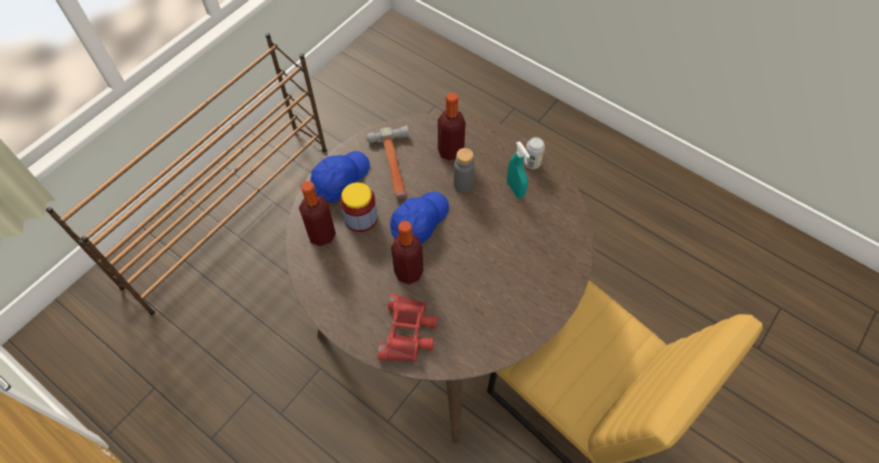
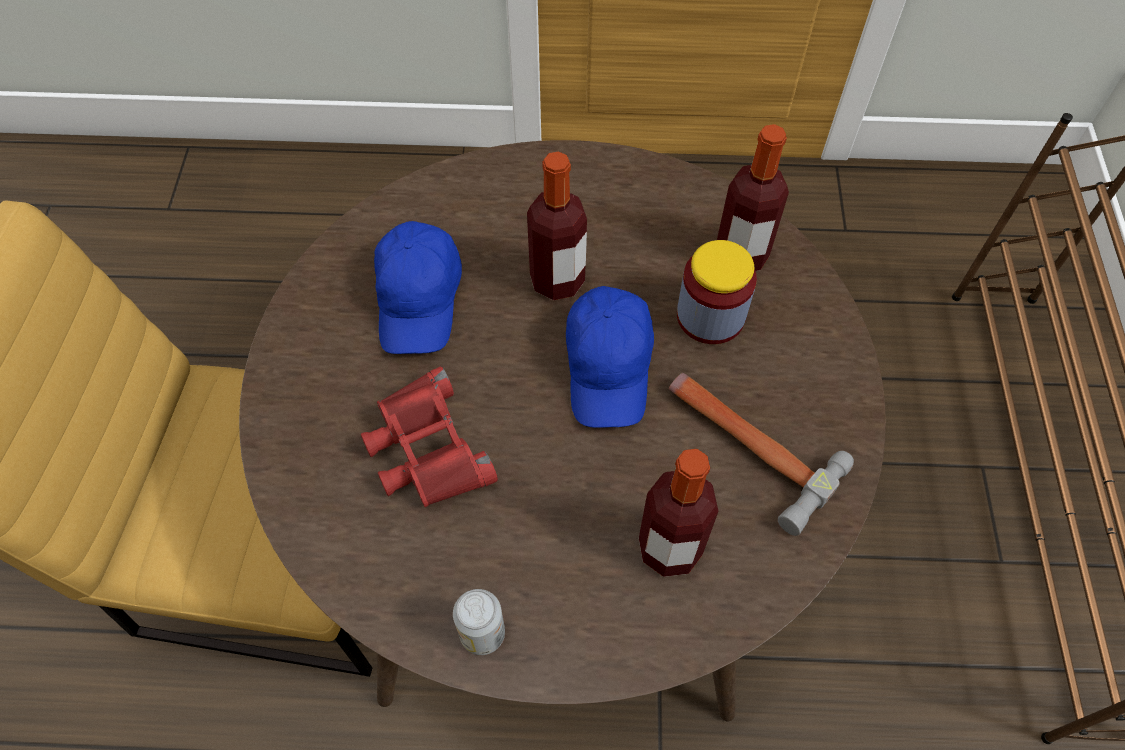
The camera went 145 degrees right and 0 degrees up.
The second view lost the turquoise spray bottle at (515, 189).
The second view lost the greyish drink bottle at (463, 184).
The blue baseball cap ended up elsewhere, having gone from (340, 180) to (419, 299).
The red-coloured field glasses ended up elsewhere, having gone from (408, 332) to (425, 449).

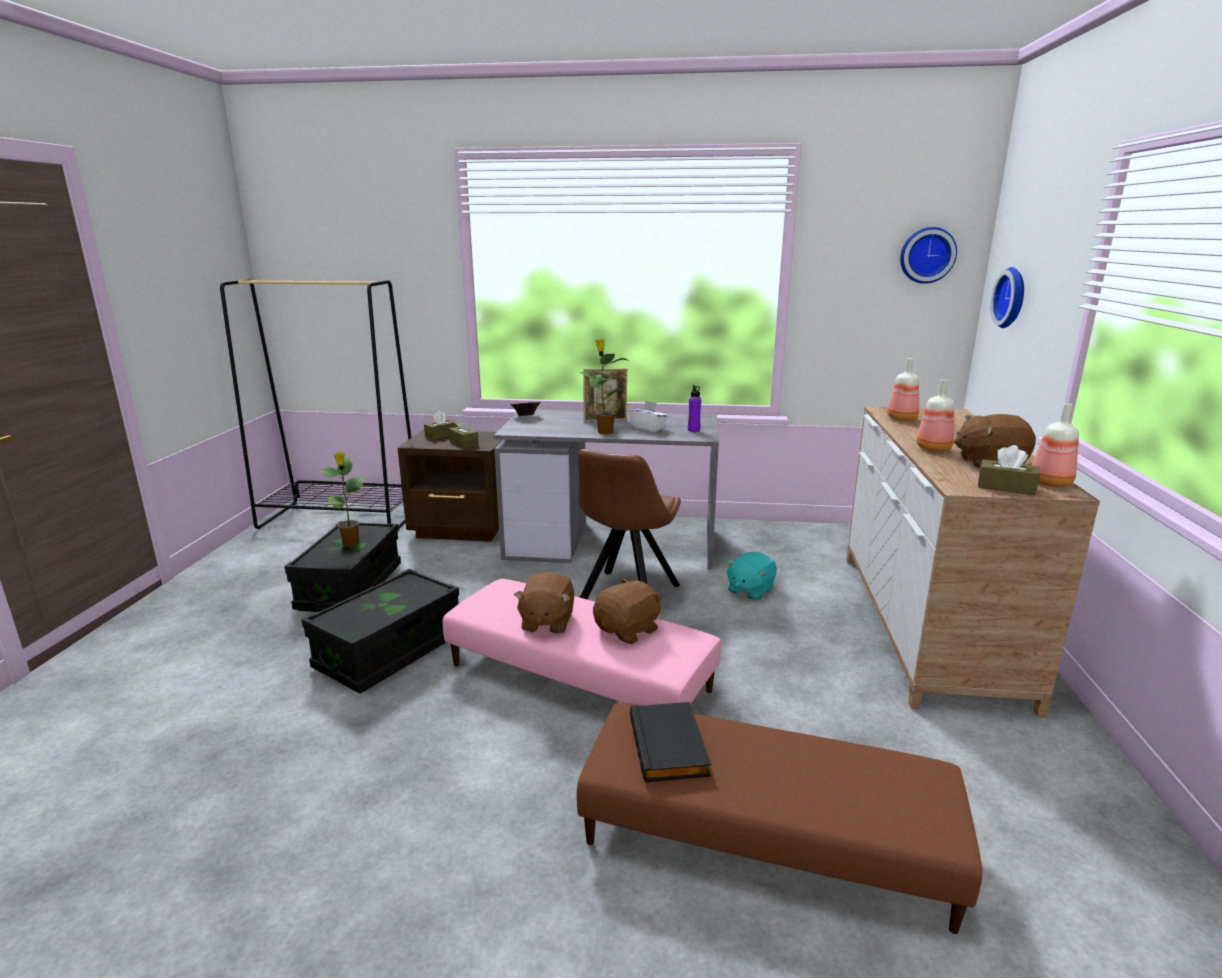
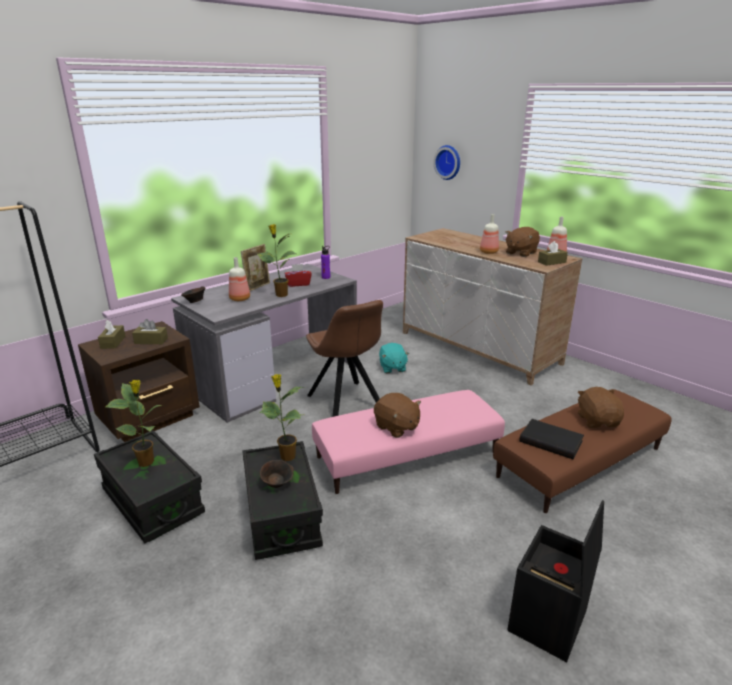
The camera went 50 degrees left and 5 degrees up.
The second view lost the hanging clock at (926, 255).
The drink bottle ended up elsewhere, having gone from (902, 418) to (239, 299).
What was the white tissue holder at (648, 428) turned into the red-coloured tissue holder at (298, 284).
The brown cuddly toy ended up elsewhere, having gone from (628, 630) to (597, 421).
The second view gained the potted plant at (286, 456).
The second view gained the brown bowl at (277, 484).
The second view gained the black storage container at (548, 622).

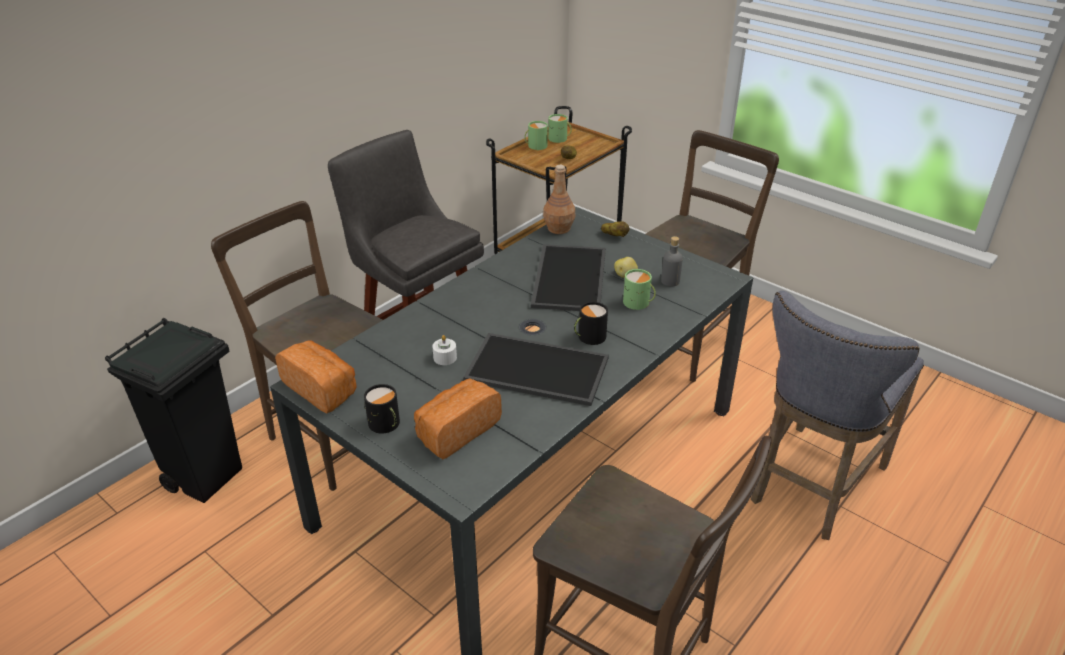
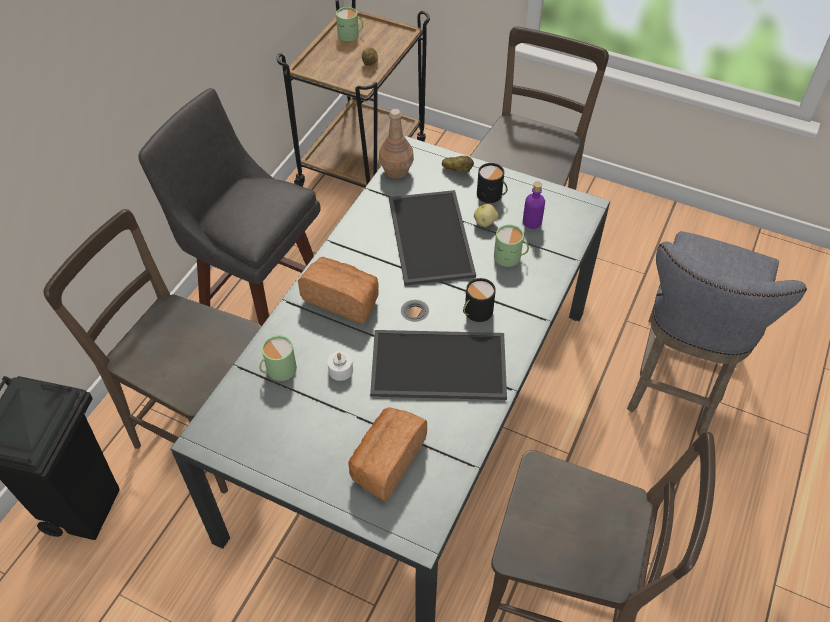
The camera went 15 degrees left and 15 degrees up.
The greenish tea mug ended up elsewhere, having gone from (535, 146) to (278, 370).
What was the greyish drink bottle at (670, 281) turned into the purplish drink bottle at (532, 222).
The bakery bread ended up elsewhere, having gone from (322, 389) to (343, 299).
The black tea mug ended up elsewhere, having gone from (385, 424) to (491, 195).

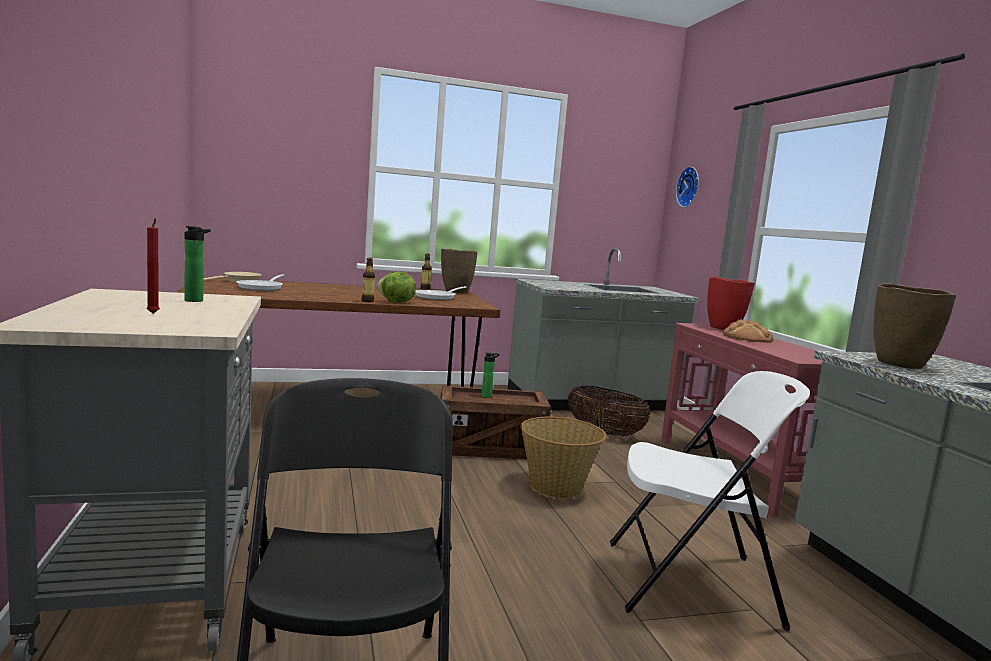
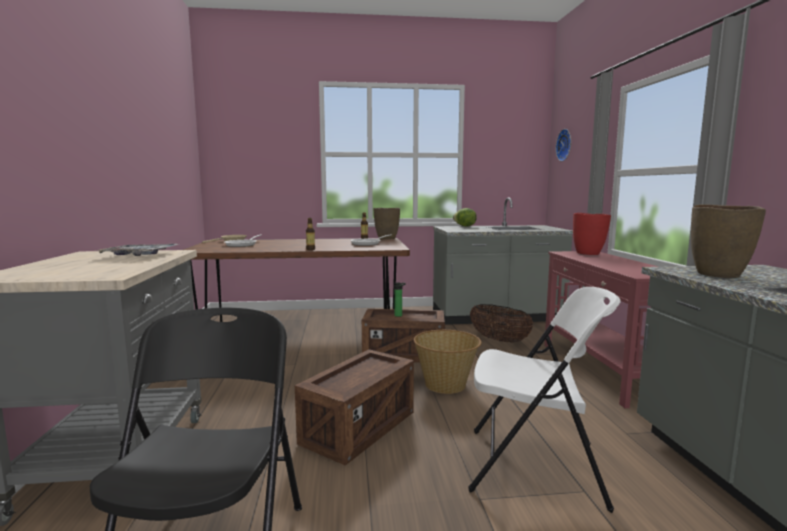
The camera went 10 degrees right and 0 degrees up.
The second view lost the red-coloured candle at (153, 314).
Where the drink bottle stood at (196, 301), the carrying tray came to stand at (140, 255).
The head of lettuce ended up elsewhere, having gone from (395, 302) to (464, 226).
The second view lost the bakery bread at (747, 337).
The second view gained the packing crate at (359, 428).

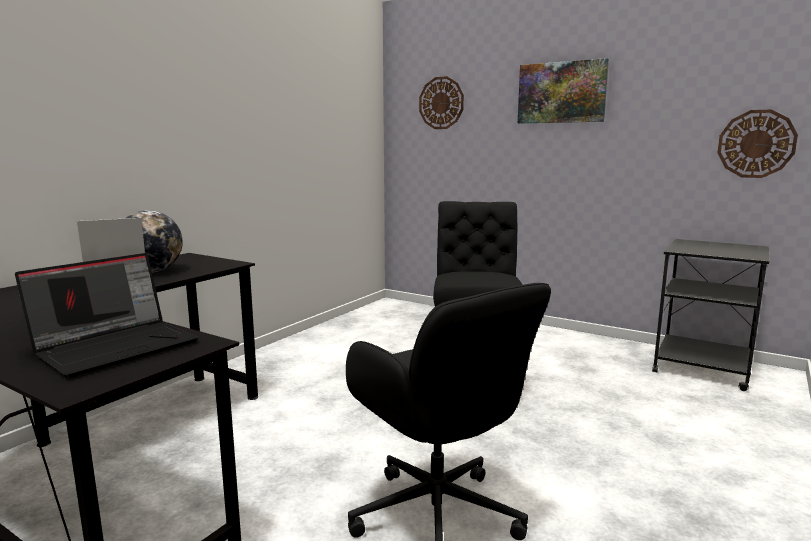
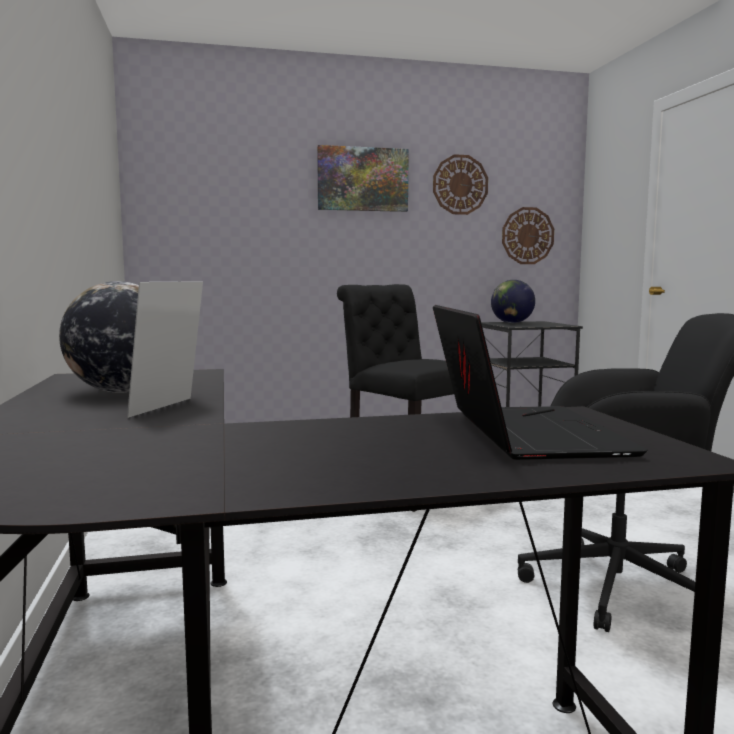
The camera went 45 degrees left and 5 degrees down.
The hanging clock ended up elsewhere, having gone from (441, 103) to (460, 185).
The second view gained the world globe at (512, 323).

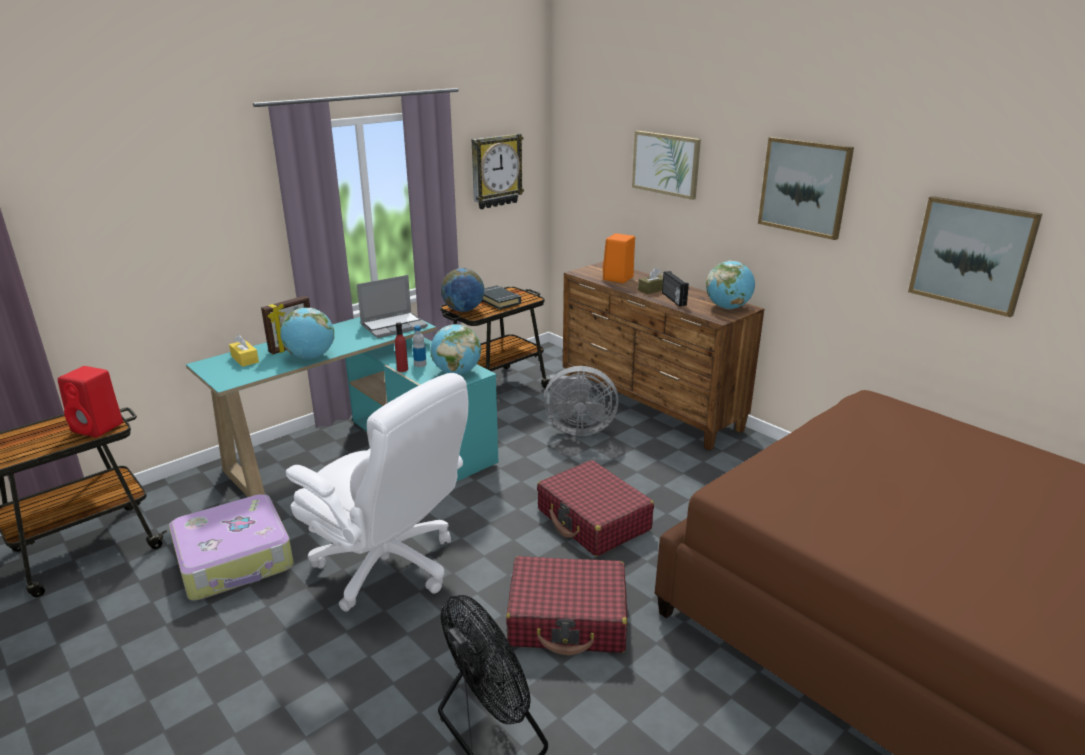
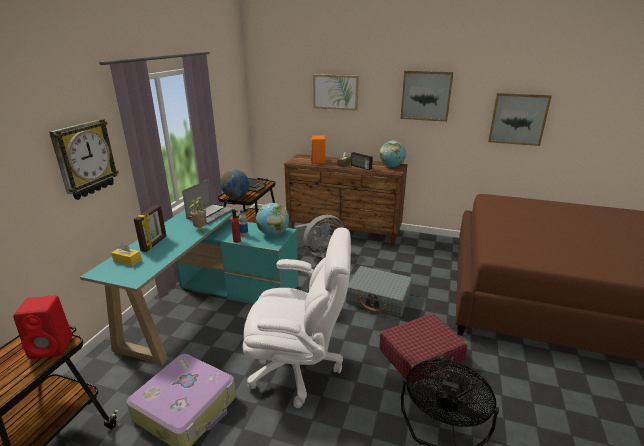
The camera went 30 degrees left and 0 degrees up.
The hanging clock ended up elsewhere, having gone from (496, 171) to (84, 159).
The second view lost the world globe at (311, 357).
What was the red-coloured travel case at (593, 520) turned into the greyish travel case at (379, 299).
The second view gained the potted plant at (200, 230).

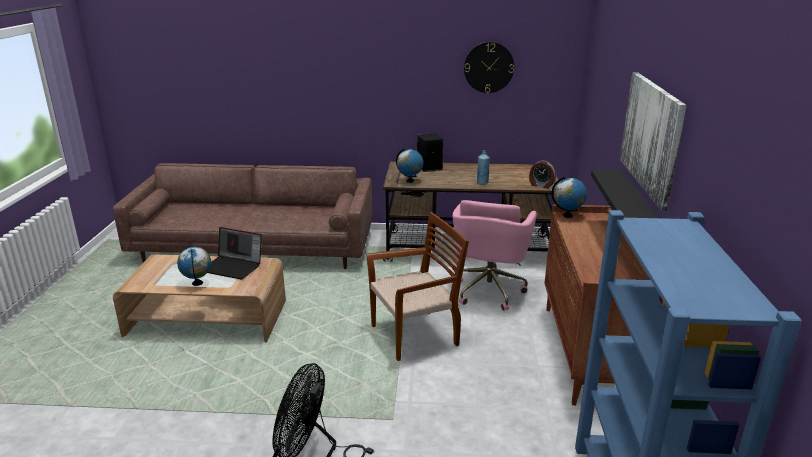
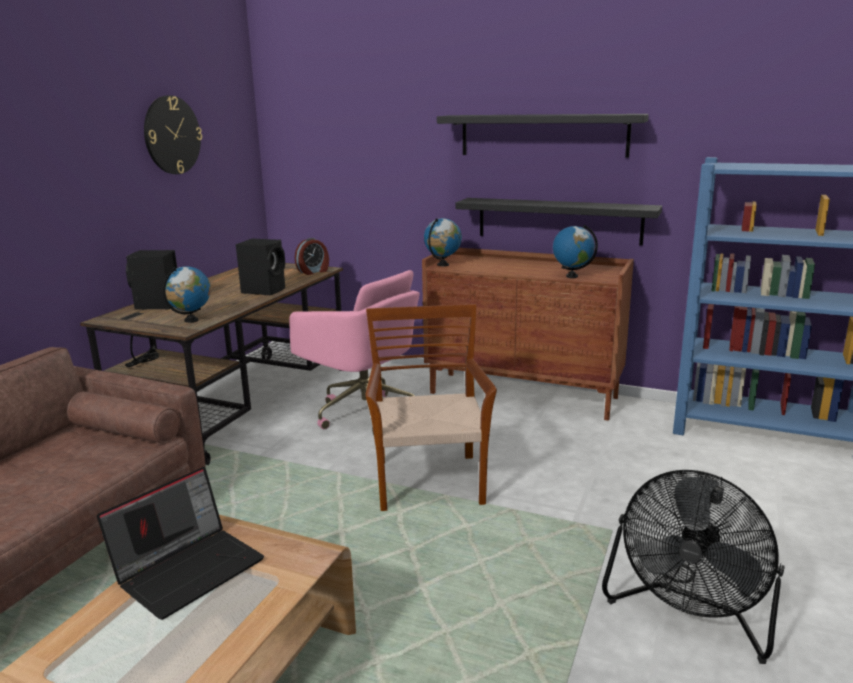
The camera went 70 degrees left and 5 degrees down.
Where the wall art hung at (651, 136), the black wall shelf came to hang at (543, 135).
Where the blue drink bottle stood at (482, 183), the black speaker came to stand at (264, 290).
The world globe ended up elsewhere, having gone from (197, 283) to (572, 276).

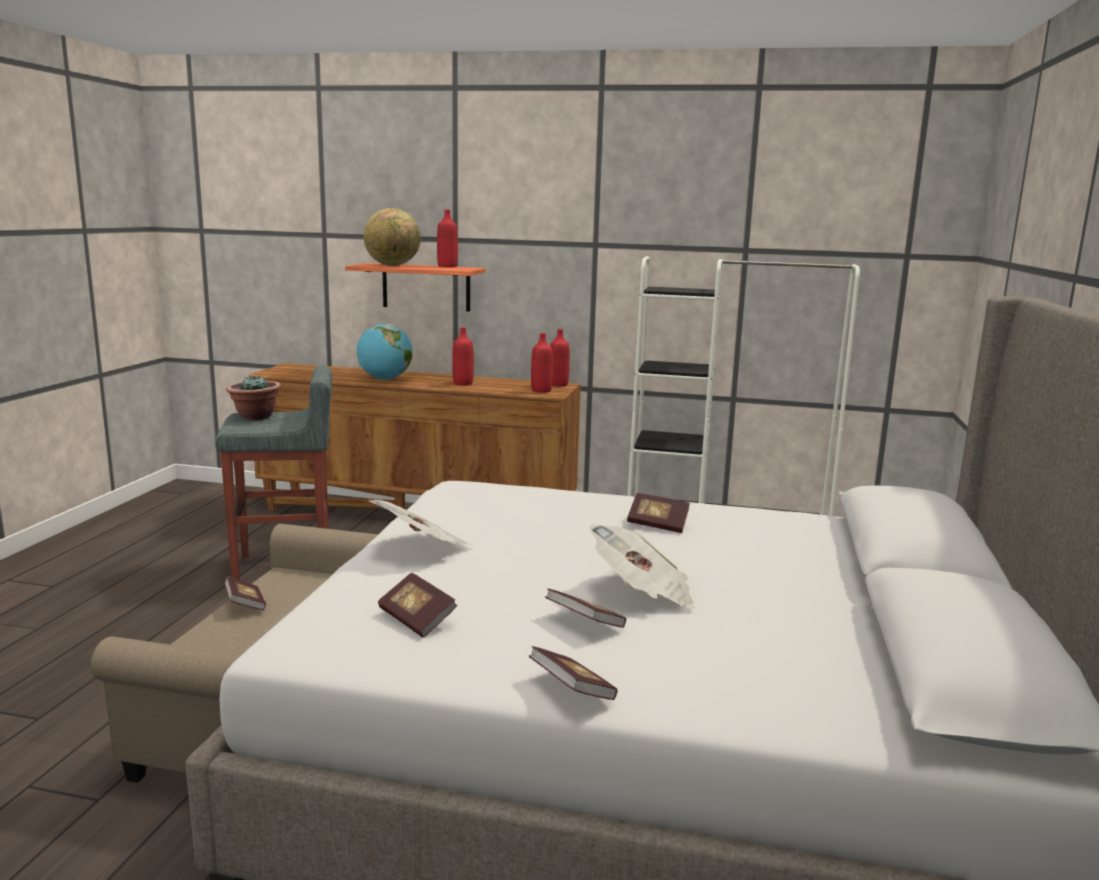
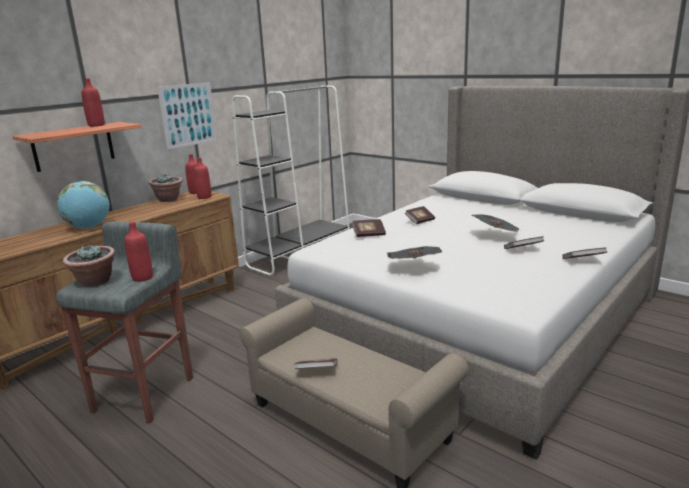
The camera went 60 degrees left and 5 degrees up.
The second view lost the world globe at (393, 265).
The red-coloured drink bottle ended up elsewhere, having gone from (463, 383) to (142, 278).
The bound book ended up elsewhere, having gone from (417, 619) to (369, 234).
The second view gained the wall art at (188, 115).
The second view gained the potted plant at (168, 199).

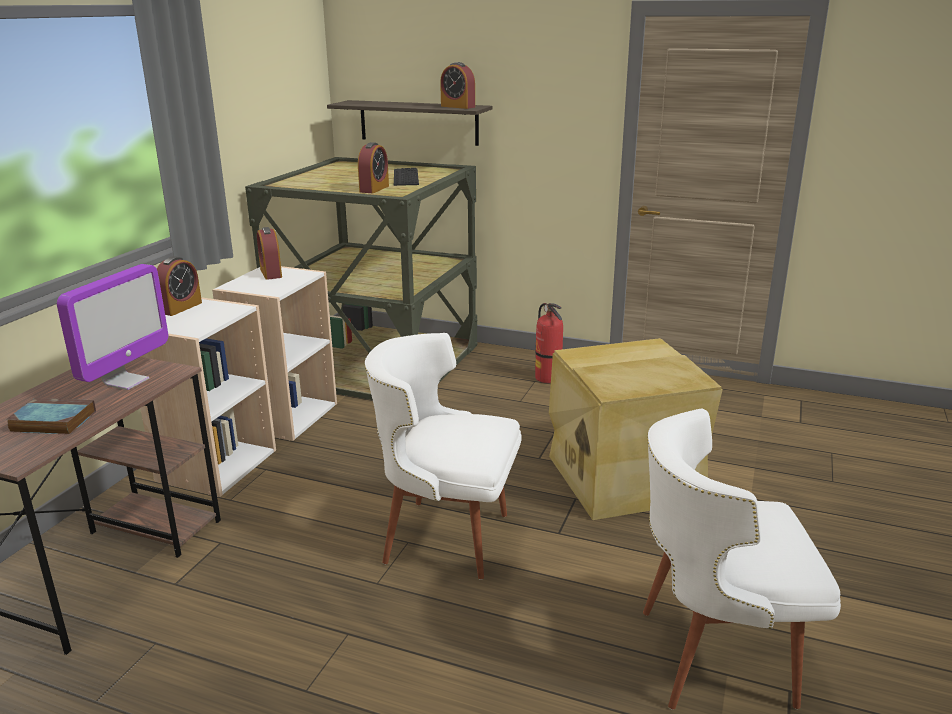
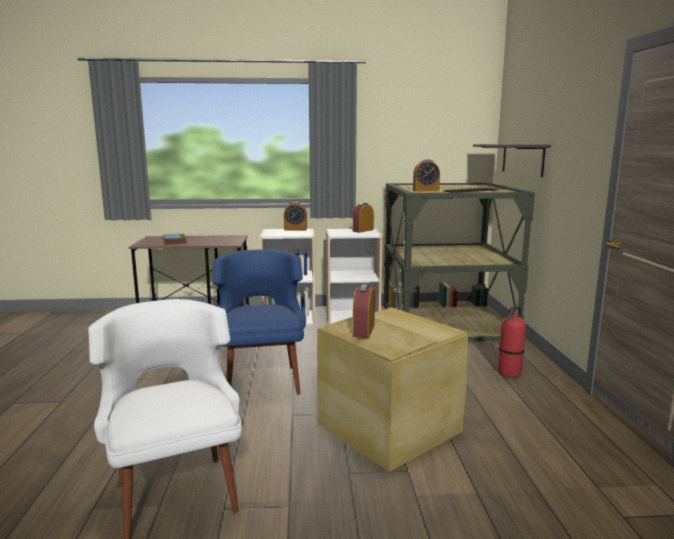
The camera went 65 degrees right and 10 degrees down.
The bedside clock ended up elsewhere, having gone from (458, 106) to (363, 330).
The second view lost the computer display at (126, 382).
What was the white plain chair at (448, 539) turned into the blue plain chair at (262, 383).

